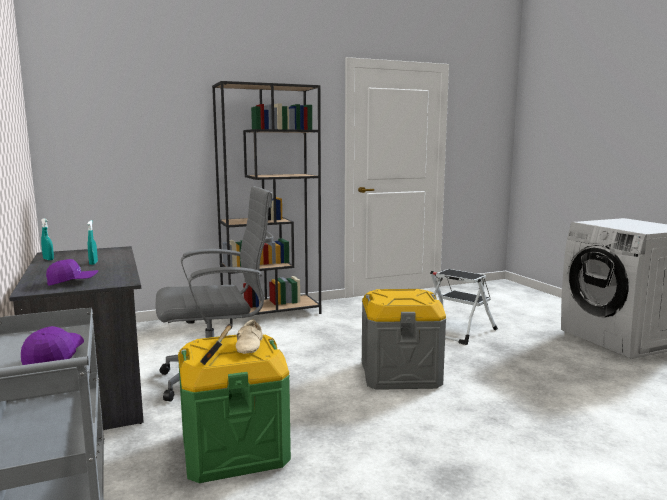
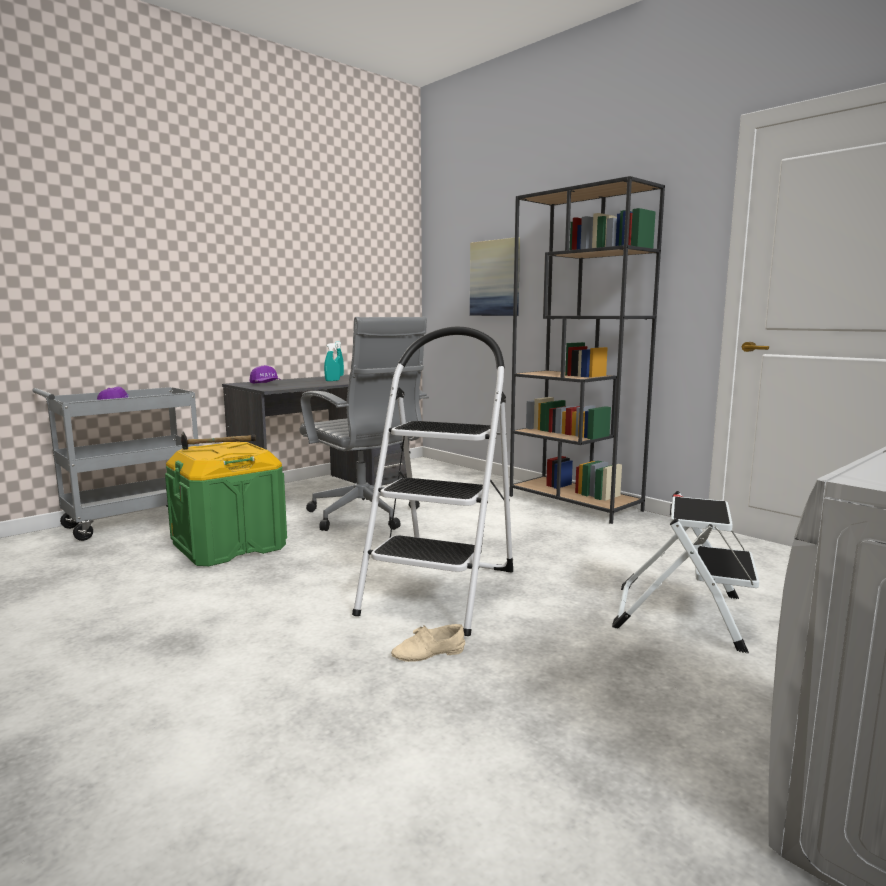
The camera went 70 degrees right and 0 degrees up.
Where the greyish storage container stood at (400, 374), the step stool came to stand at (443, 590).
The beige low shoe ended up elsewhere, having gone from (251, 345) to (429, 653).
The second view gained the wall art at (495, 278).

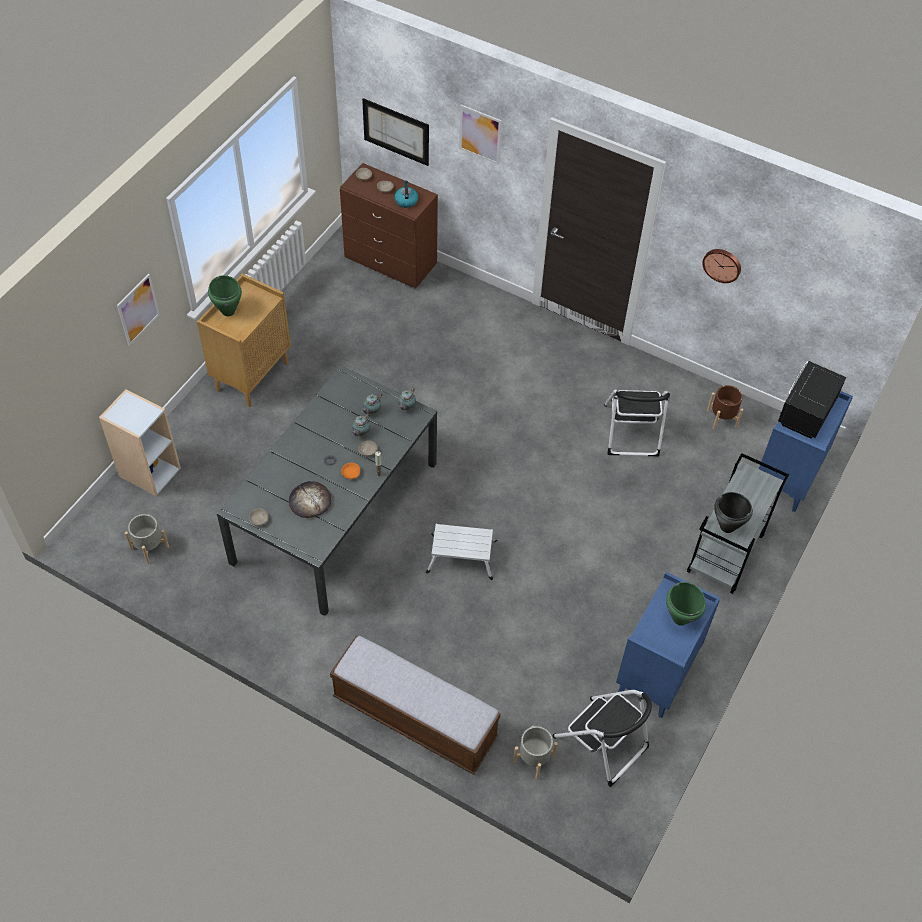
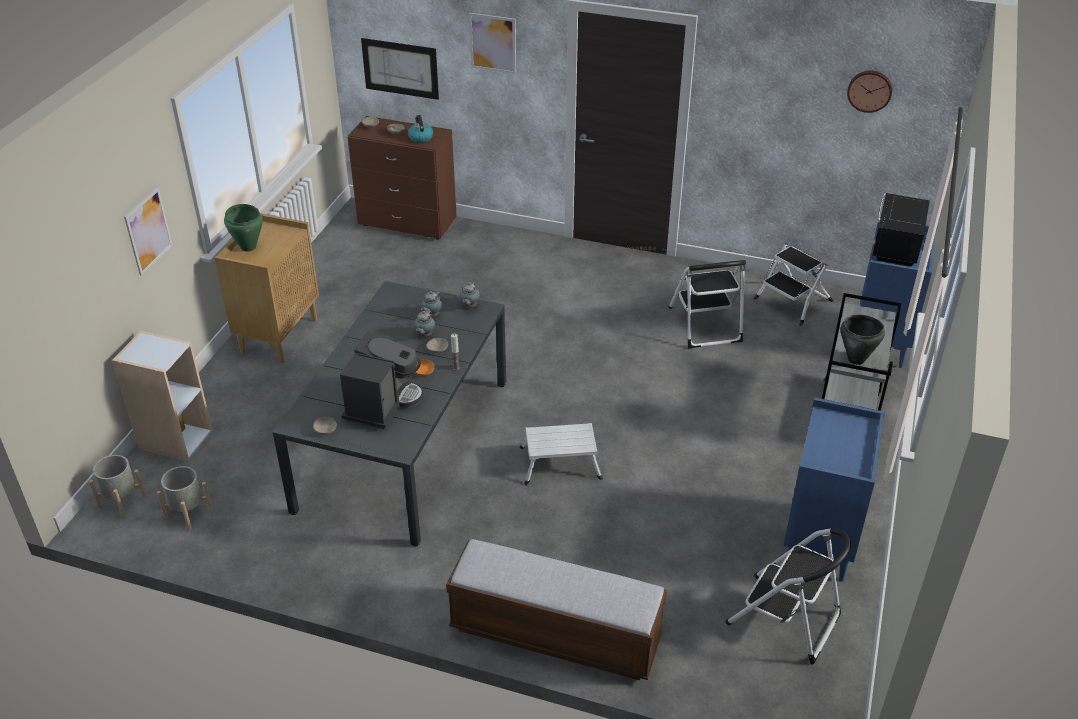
The camera went 10 degrees left and 15 degrees down.
The hanging clock ended up elsewhere, having gone from (722, 264) to (869, 90).
Where the brown flower pot stood at (722, 418), the step stool came to stand at (793, 301).
Where the bakery bread stood at (310, 501), the coffee brewer came to stand at (382, 403).
The second view lost the greenish cooking pot at (680, 618).
The greyish flower pot ended up elsewhere, having gone from (533, 759) to (122, 501).

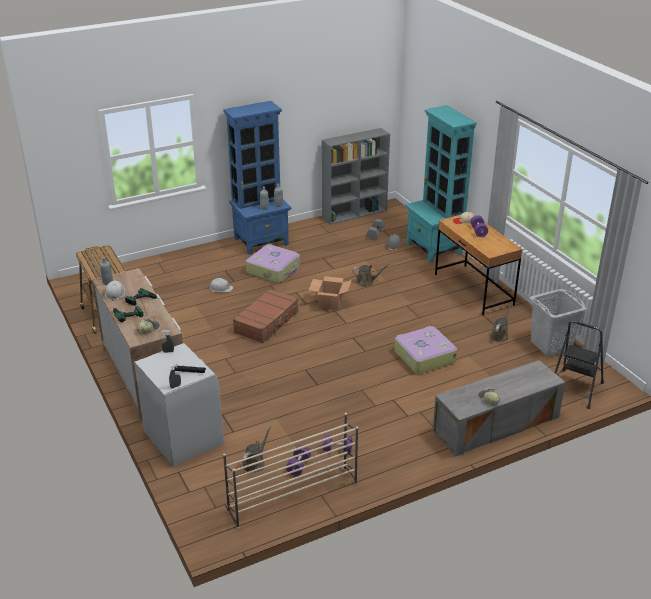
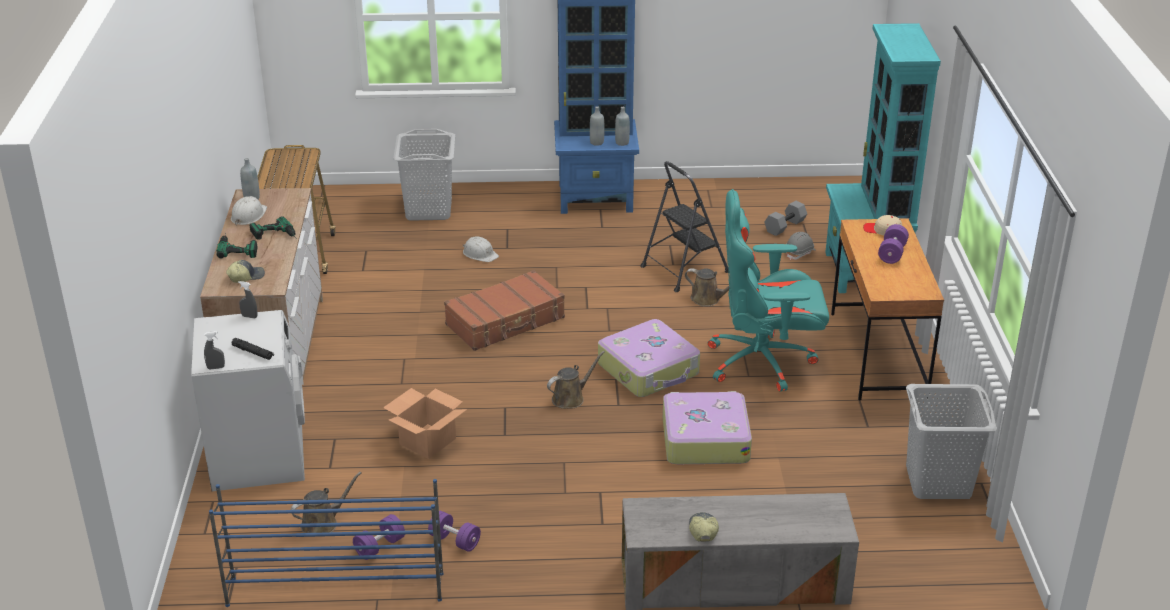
The camera went 25 degrees right and 0 degrees up.
The second view lost the greyish shelving unit at (355, 213).
The travel case ended up elsewhere, having gone from (274, 270) to (649, 370).
The cardboard box ended up elsewhere, having gone from (330, 303) to (427, 442).
The brown watering pot ended up elsewhere, having gone from (499, 335) to (570, 398).
The black step stool ended up elsewhere, having gone from (574, 389) to (683, 269).
What was the beige shoe stand at (292, 497) turned into the blue shoe stand at (334, 589).
The second view gained the greyish washing basket at (429, 210).
The second view gained the turquoise computer chair at (767, 363).

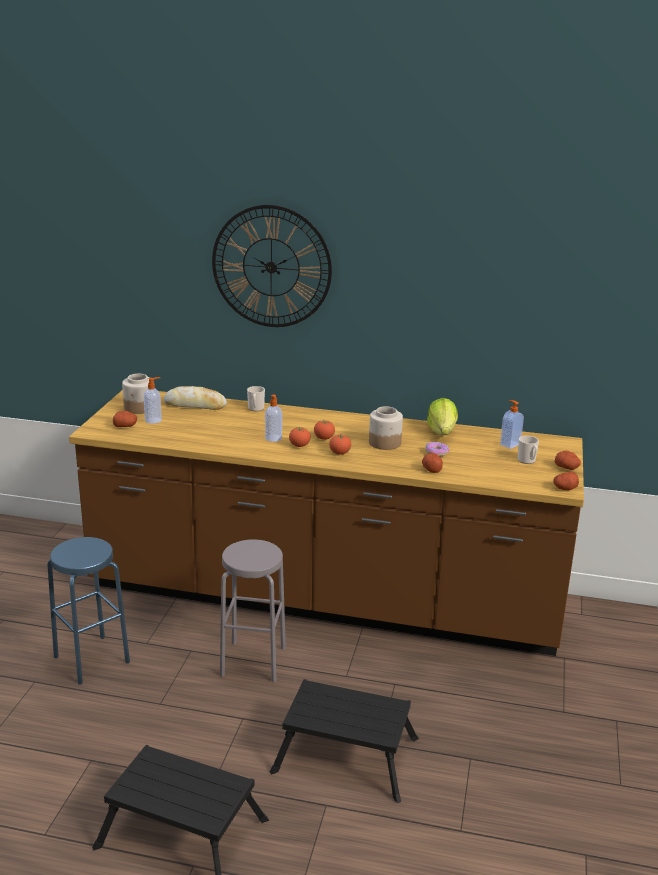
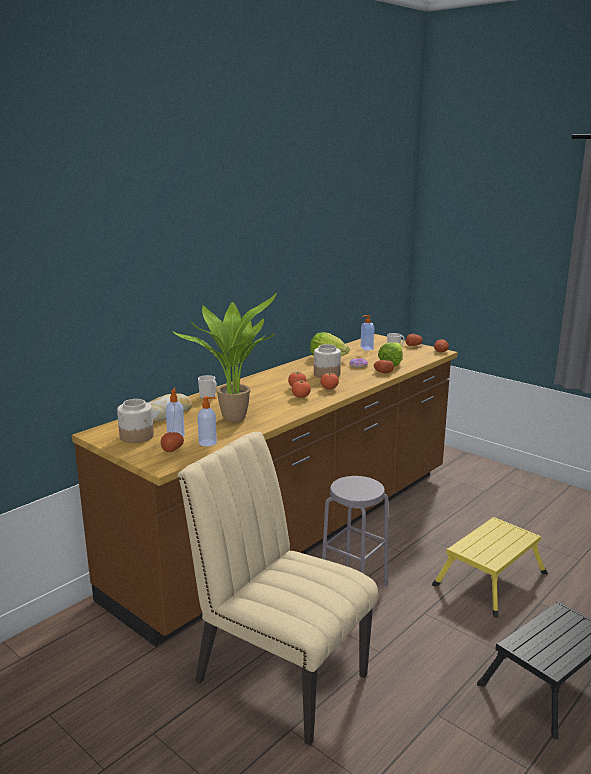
The camera went 60 degrees left and 5 degrees down.
The second view lost the hanging clock at (271, 267).
The soap dispenser ended up elsewhere, having gone from (273, 438) to (208, 443).
Where the blue sitting stool stood at (92, 659), the beige plain chair came to stand at (282, 679).
What was the black step stool at (347, 755) turned into the yellowish step stool at (490, 578).
The second view gained the potted plant at (234, 417).
The second view gained the head of lettuce at (393, 363).

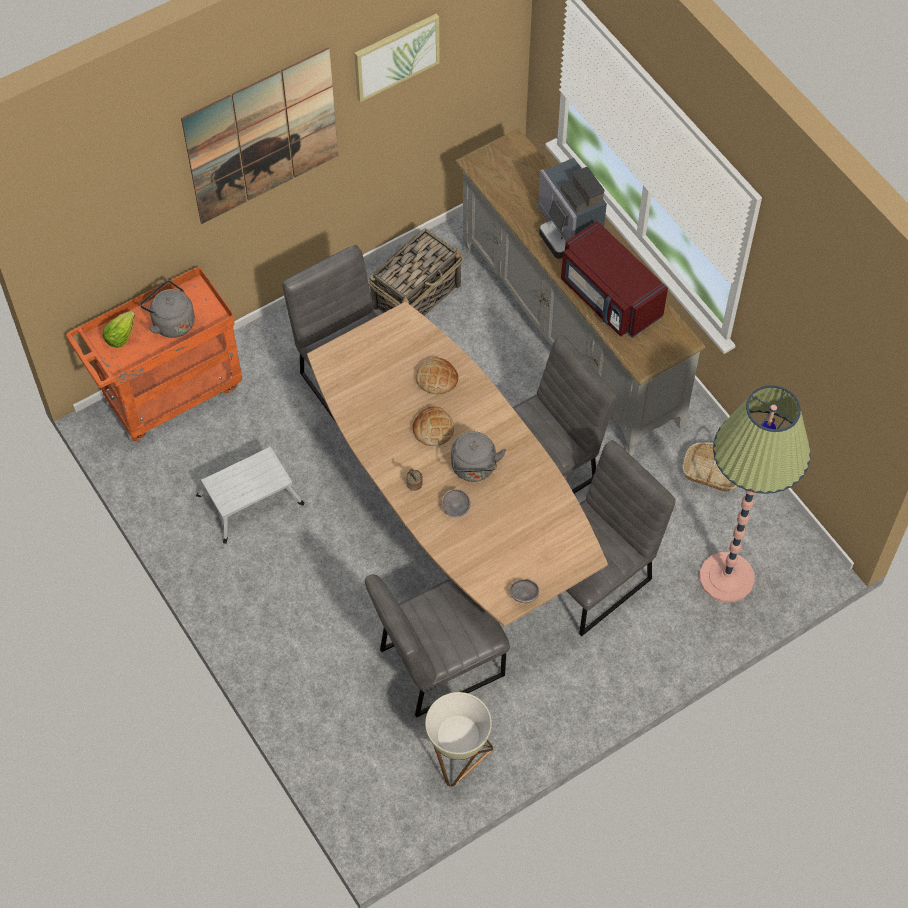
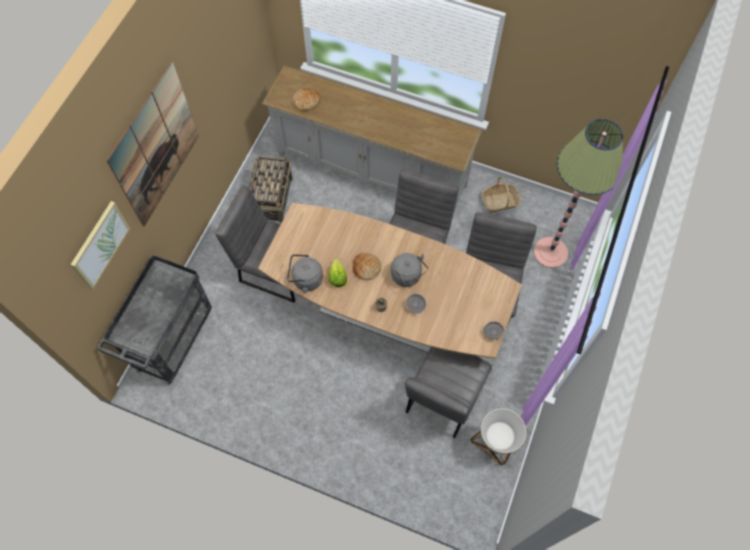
The camera went 35 degrees left and 5 degrees up.
The wall art ended up elsewhere, having gone from (396, 56) to (99, 245).
The second view lost the coffee brewer at (567, 228).
The second view lost the red-coloured kitchen microwave at (609, 298).
What was the orange-coloured cart at (168, 400) turned into the black cart at (173, 345).
The greyish water kettle ended up elsewhere, having gone from (171, 322) to (305, 279).
The head of lettuce ended up elsewhere, having gone from (120, 335) to (337, 277).
The bakery bread ended up elsewhere, having gone from (436, 378) to (306, 101).
The second view lost the white step stool at (250, 499).

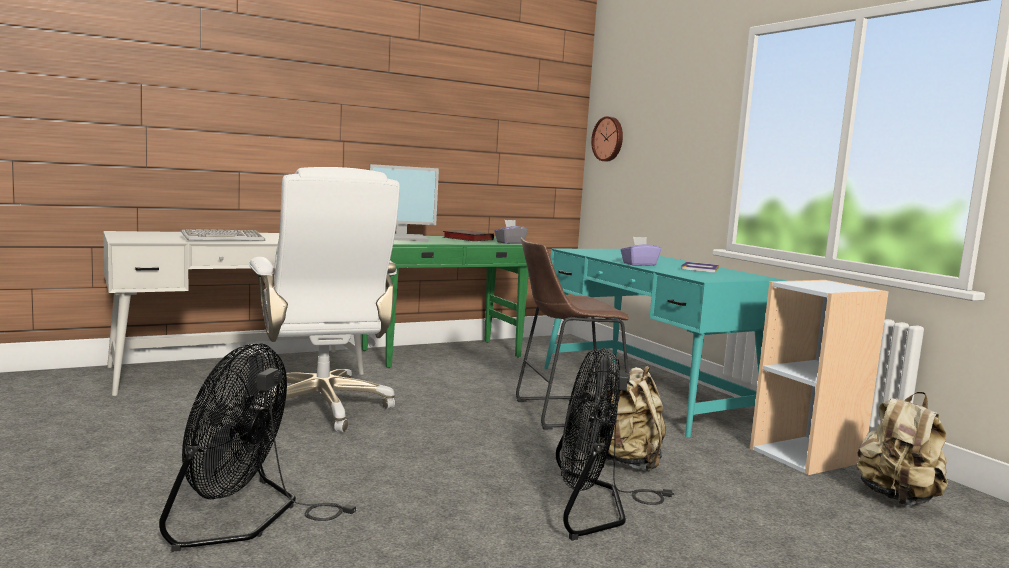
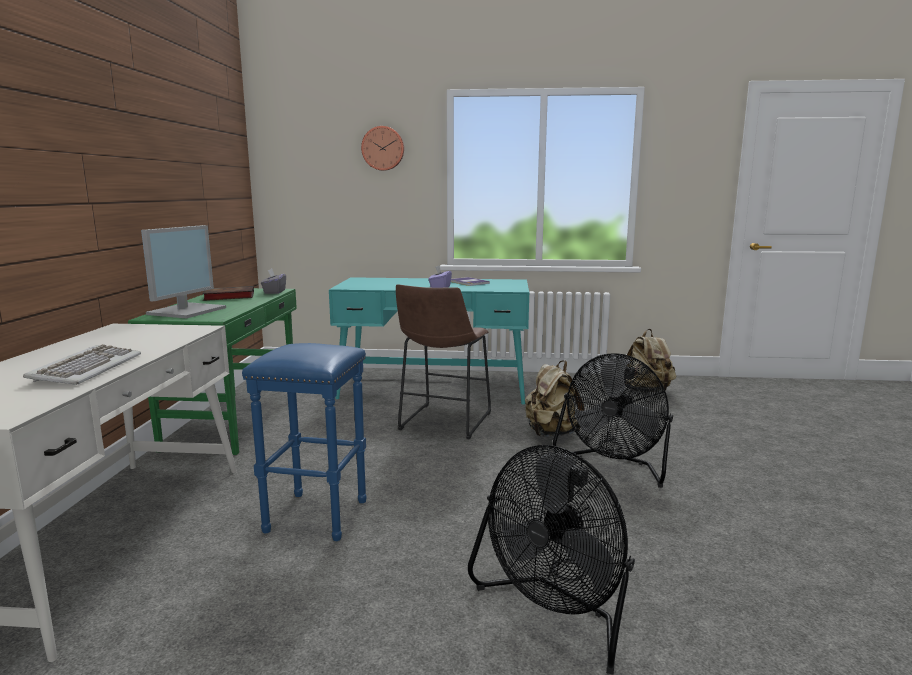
The camera went 55 degrees left and 5 degrees up.
The hanging clock ended up elsewhere, having gone from (608, 139) to (383, 148).
Where the white computer chair stood at (321, 410), the blue sitting stool came to stand at (317, 516).
The second view lost the shelving unit at (807, 455).

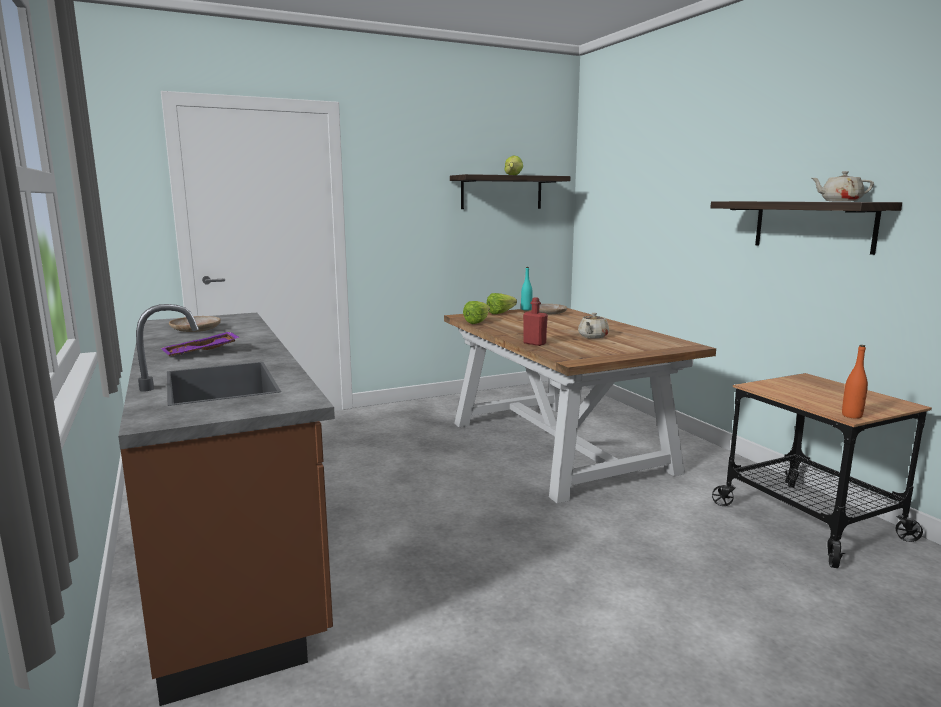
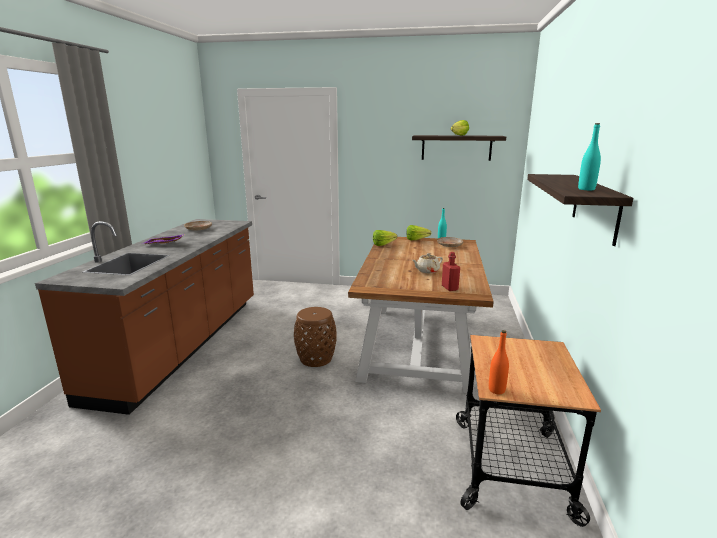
The camera went 35 degrees right and 5 degrees up.
Where the beige teapot stood at (840, 201), the turquoise drink bottle came to stand at (586, 189).
The red-coloured drink bottle ended up elsewhere, having gone from (534, 343) to (449, 288).
The second view gained the brown sitting stool at (316, 359).

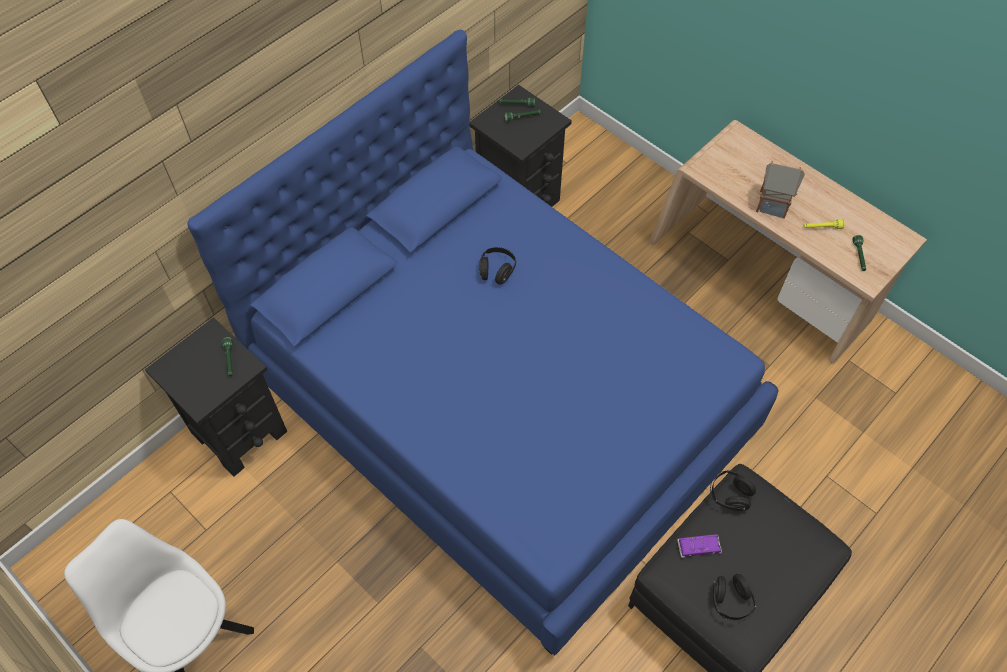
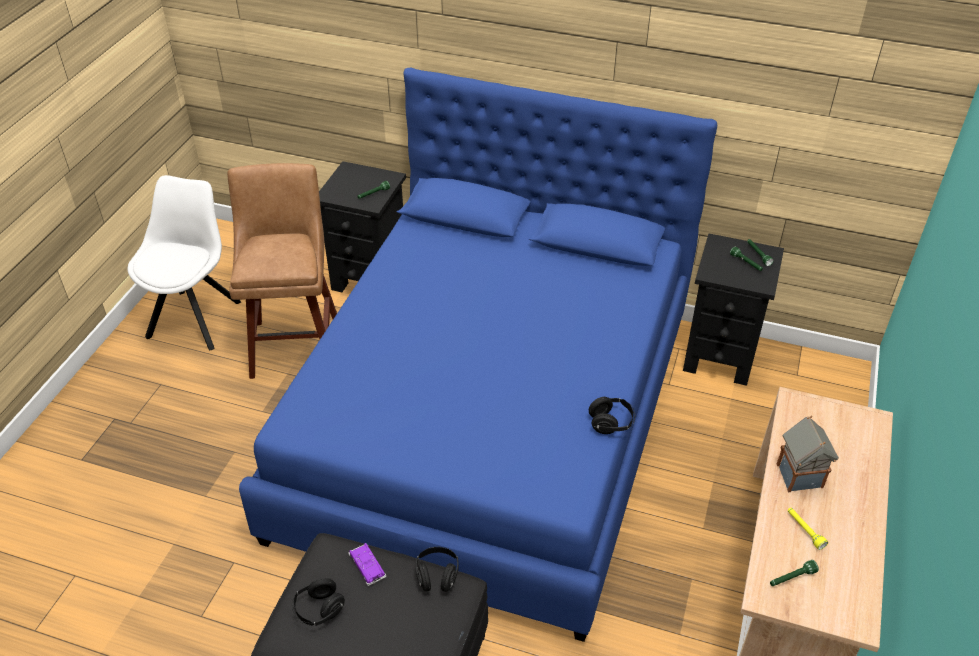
The camera went 65 degrees right and 15 degrees down.
The black headphones ended up elsewhere, having gone from (497, 271) to (611, 423).
The second view gained the brown sitting stool at (295, 344).

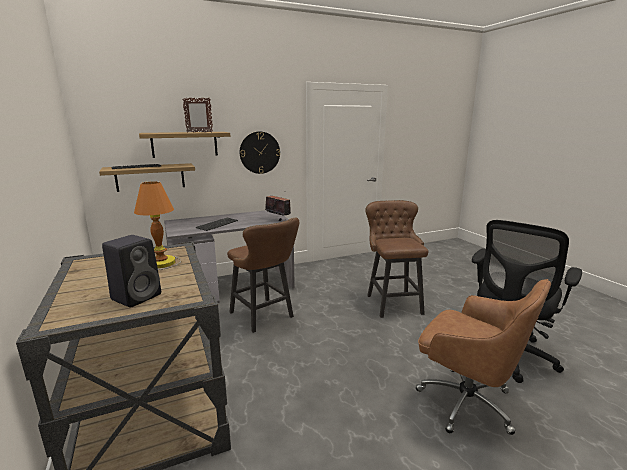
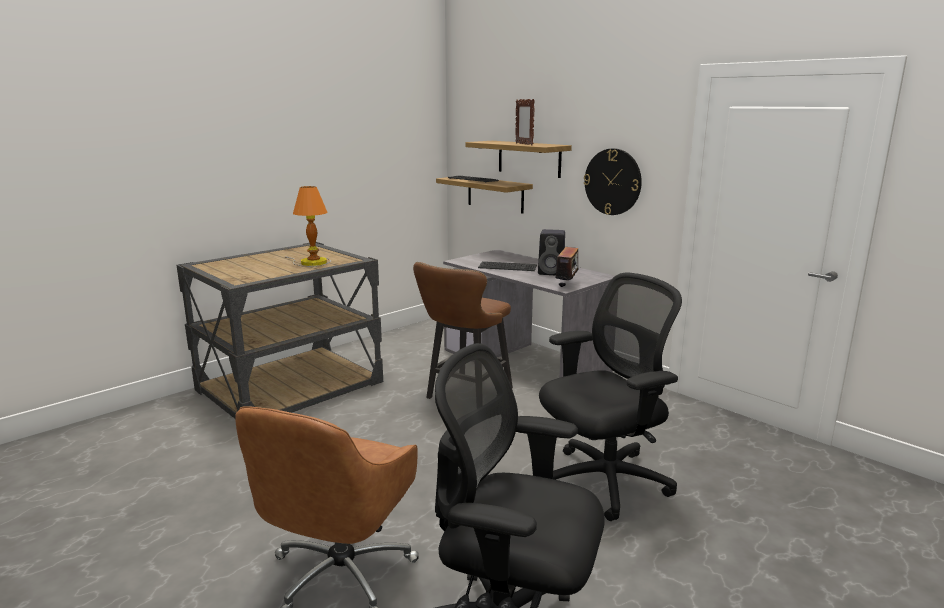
The camera went 70 degrees right and 0 degrees up.
Where the brown sitting stool stood at (392, 301), the black computer chair came to stand at (600, 485).
The black speaker ended up elsewhere, having gone from (137, 296) to (552, 272).

